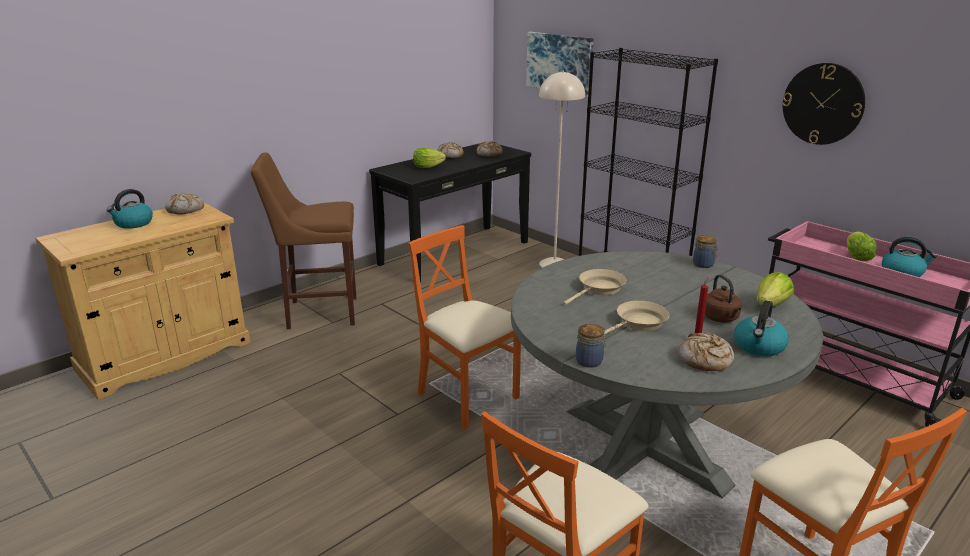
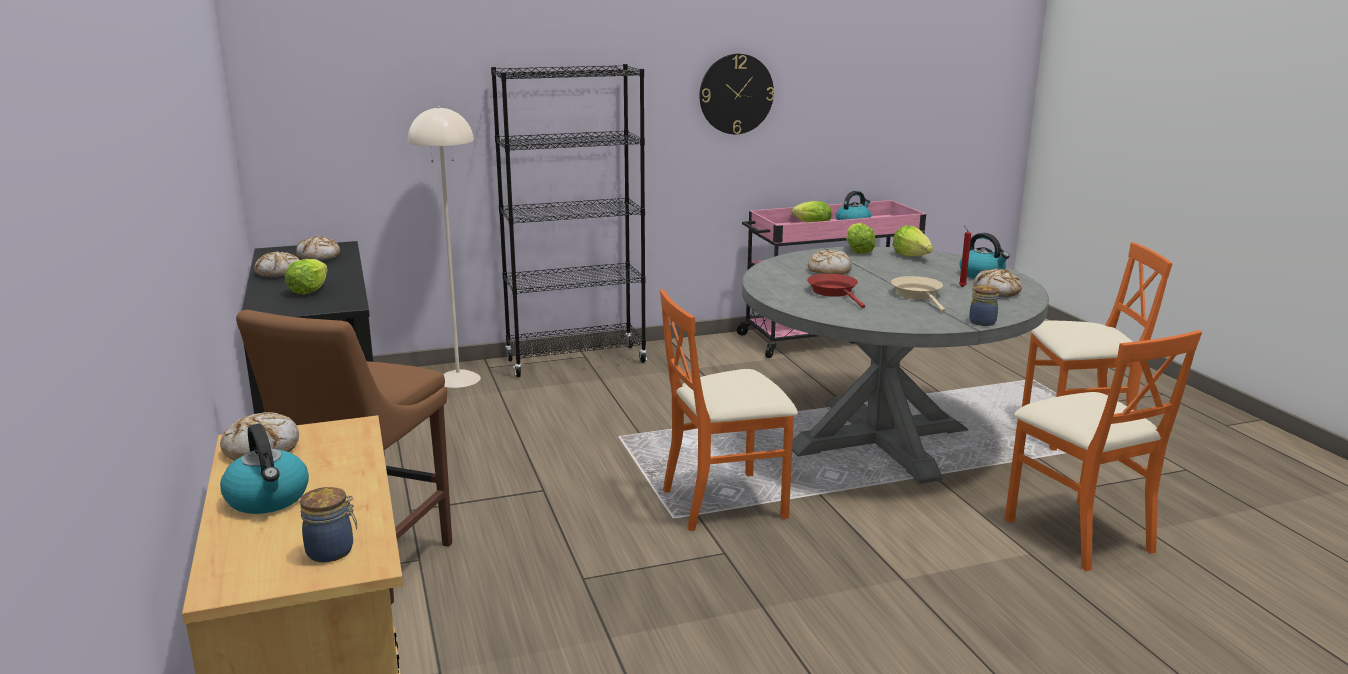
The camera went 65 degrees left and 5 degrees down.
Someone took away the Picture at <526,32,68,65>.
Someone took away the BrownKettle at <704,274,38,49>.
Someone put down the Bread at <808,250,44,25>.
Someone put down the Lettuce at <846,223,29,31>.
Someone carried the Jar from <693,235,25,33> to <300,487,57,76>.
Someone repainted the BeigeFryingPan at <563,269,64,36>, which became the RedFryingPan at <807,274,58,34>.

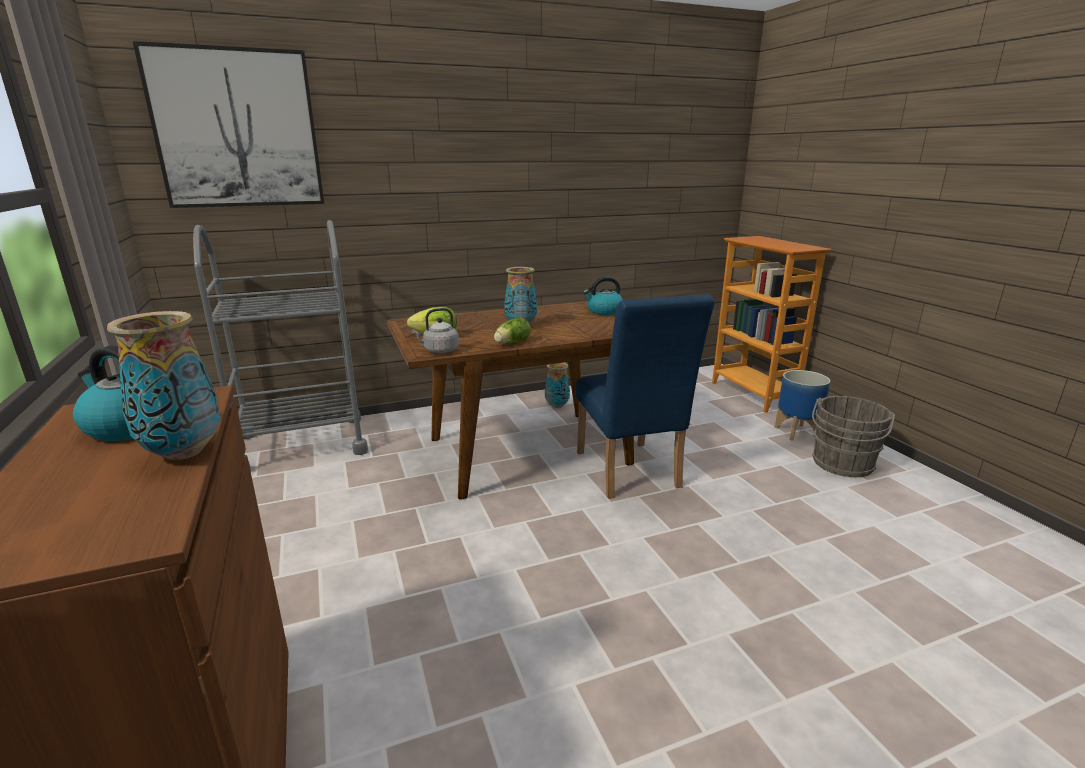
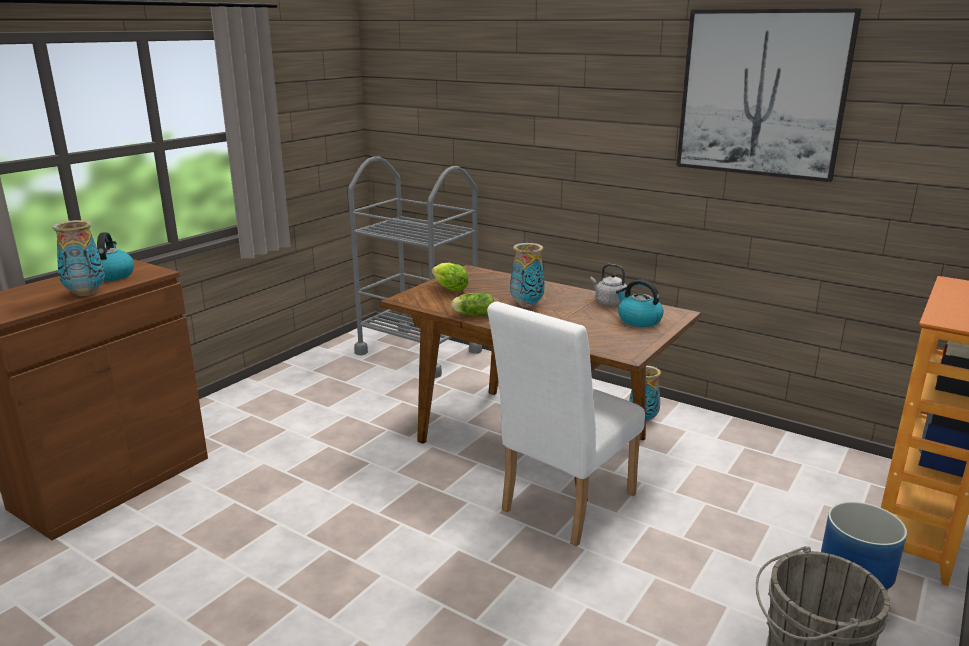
The camera went 55 degrees right and 0 degrees up.
Someone carried the Picture from <133,41,191,167> to <676,8,185,174>.
Someone carried the GreyKettle from <412,308,47,45> to <590,264,37,41>.
Someone repainted the BlueChair at <576,294,138,205>, which became the WhiteChair at <487,301,158,245>.

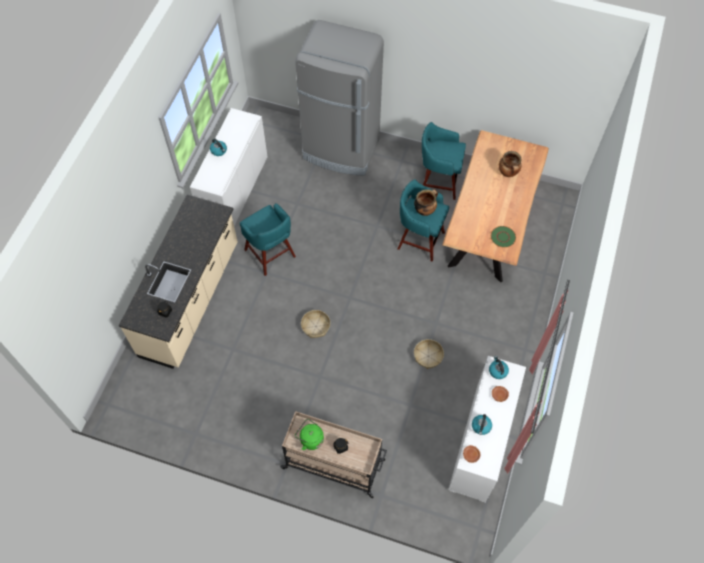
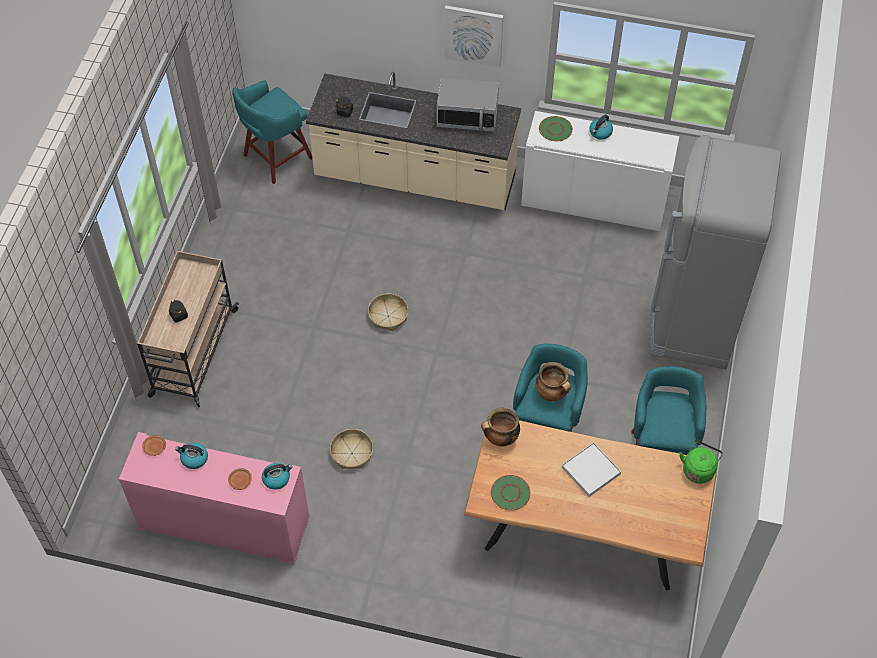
The camera went 85 degrees right and 5 degrees down.
Someone put down the Microwave at <437,78,62,54>.
Someone put up the Picture at <444,6,60,62>.
Someone put down the GreenPlate at <539,116,34,25>.
Someone put down the WhiteTray at <562,442,59,55>.
Someone carried the TurquoiseStool from <240,203,56,73> to <233,80,79,104>.
Someone carried the GreenKettle from <295,419,29,31> to <679,440,44,44>.
Someone carried the CookingPot from <499,151,23,26> to <481,408,39,38>.
Someone repainted the WhiteCabinet at <448,356,78,146>, which became the PinkCabinet at <119,432,190,132>.

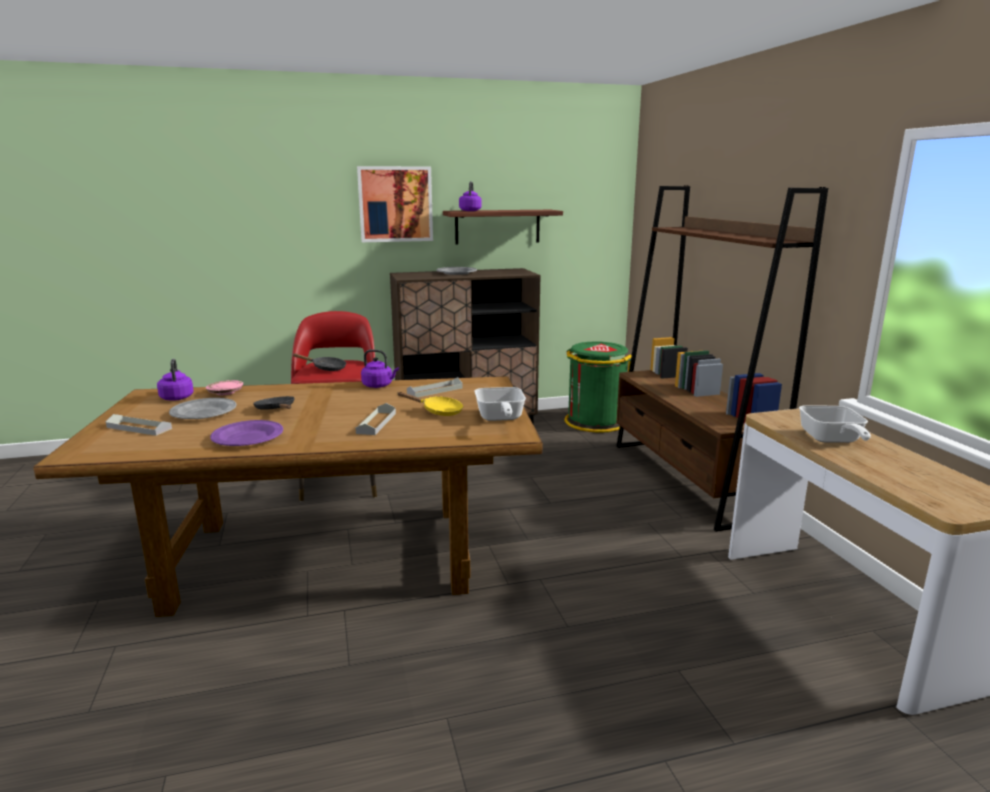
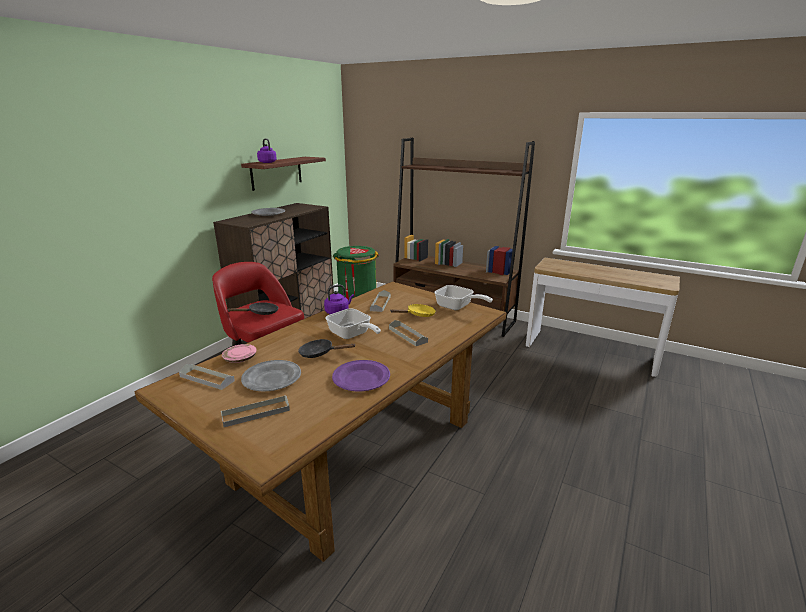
The camera went 45 degrees left and 5 degrees up.
Someone took away the Picture at <357,166,76,76>.
Someone carried the FryingPan from <799,405,72,38> to <325,308,56,31>.
Someone swapped the PurpleKettle at <157,359,37,42> for the GreyTray at <179,364,56,26>.

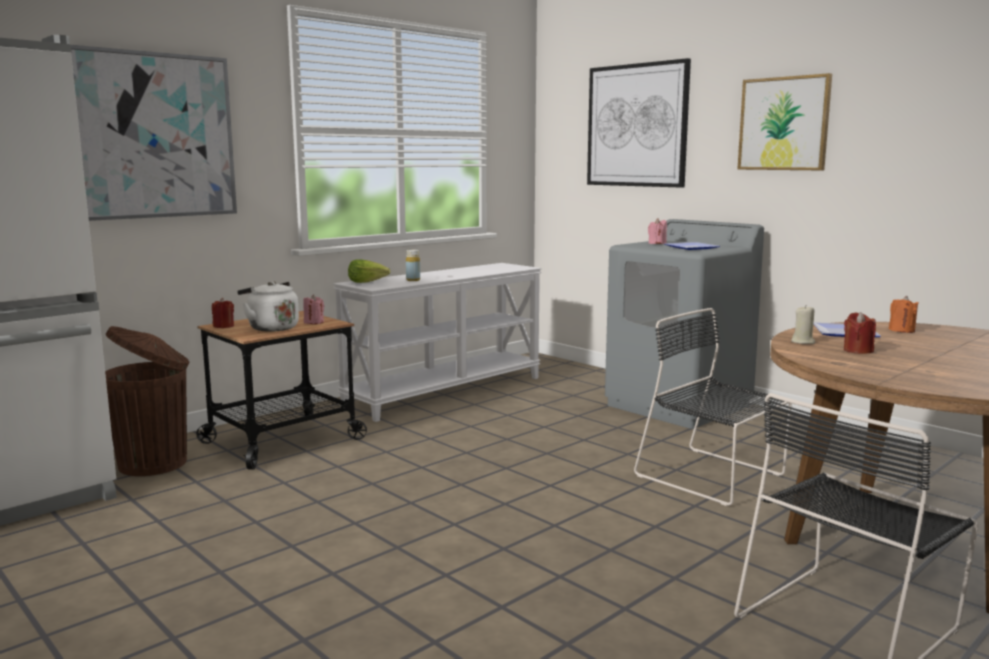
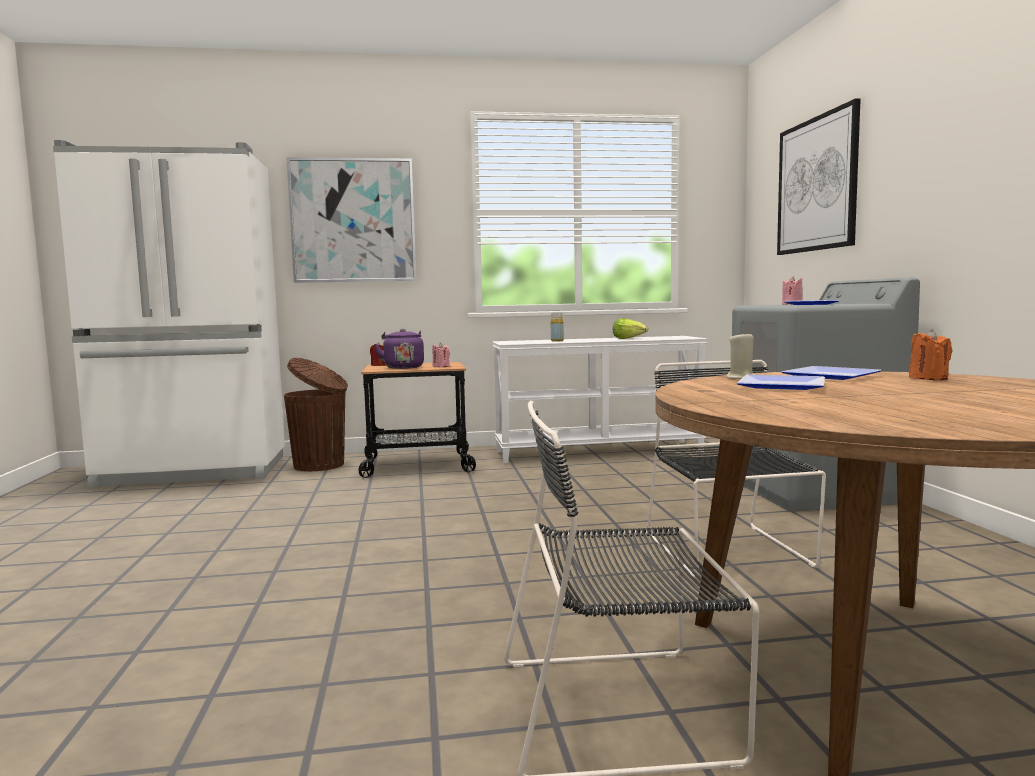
The camera went 35 degrees right and 5 degrees down.
Someone took away the Picture at <737,73,95,97>.
Someone carried the Lettuce from <348,259,42,24> to <613,318,35,21>.
Someone swapped the RedCandle at <844,312,32,42> for the Plate at <737,375,88,15>.
Someone repainted the WhiteKettle at <237,281,62,51>, which became the PurpleKettle at <374,329,50,40>.

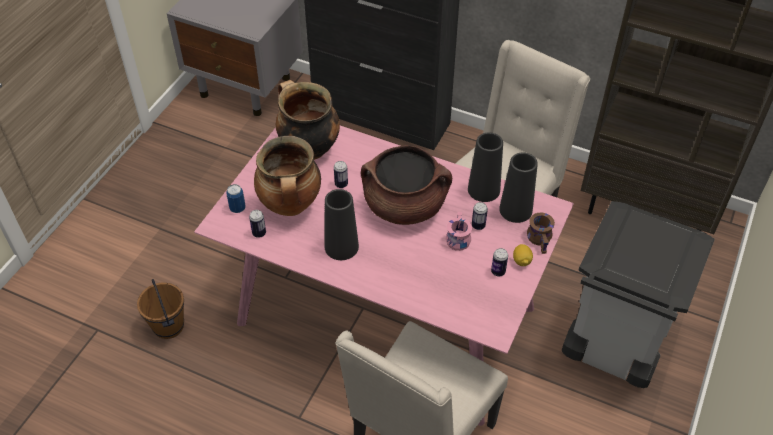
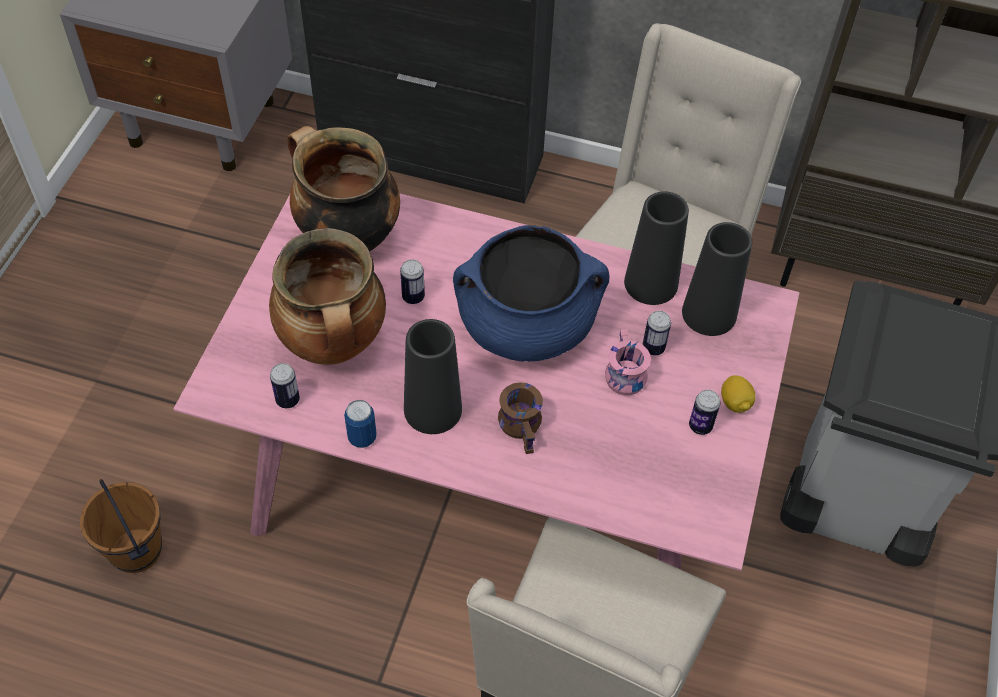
The camera went 10 degrees left and 5 degrees up.
Someone carried the Can from <227,184,19,29> to <344,400,33,48>.
Someone carried the BrownMug from <527,213,28,41> to <498,382,45,72>.
Someone repainted the BrownCookingPot at <361,145,91,80>, which became the BlueCookingPot at <453,225,157,137>.

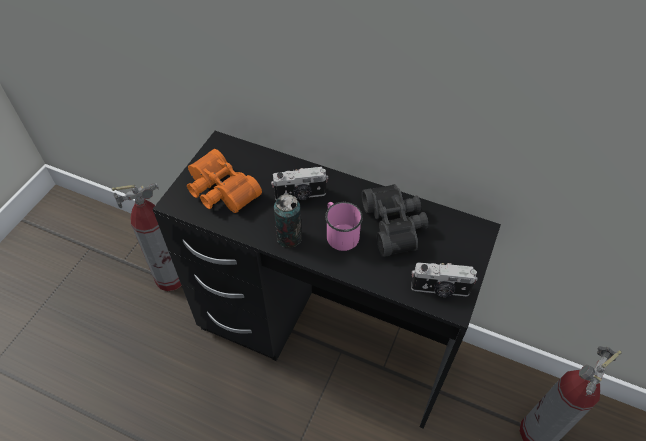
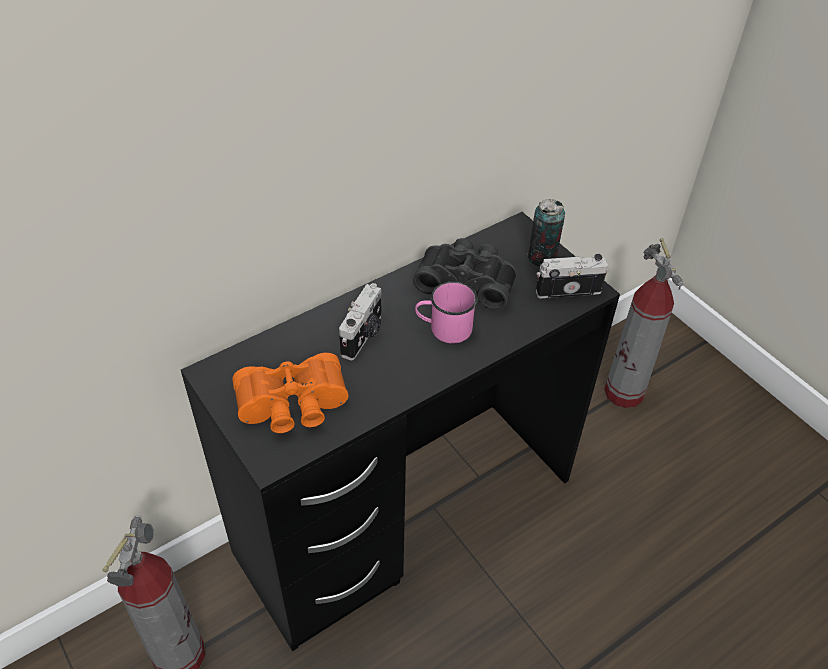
The camera went 60 degrees left and 5 degrees down.
Someone carried the Can from <274,194,28,54> to <527,199,38,68>.
Someone rotated the PhotoCamera at <411,262,66,36> by 135 degrees counterclockwise.

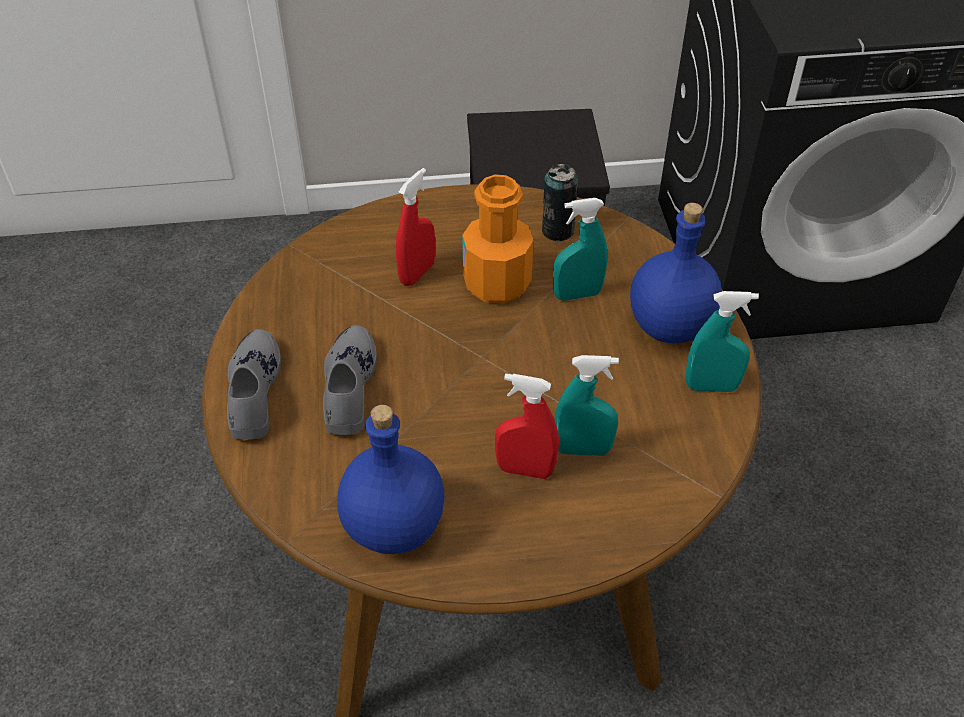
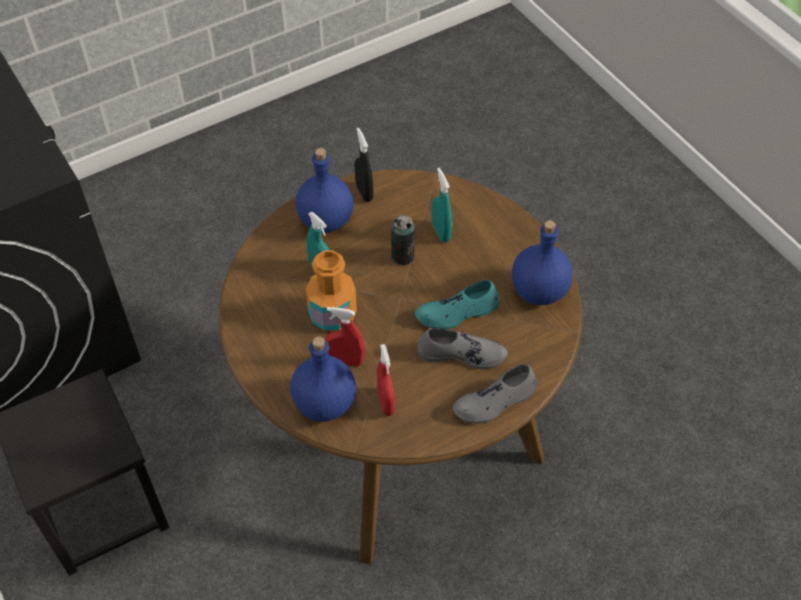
The camera went 115 degrees left and 5 degrees up.
Someone put down the BlueBottle at <290,336,66,86>.
Someone put down the TurquoiseShoe at <415,280,84,50>.
Someone carried the RedSprayBottle from <495,373,64,106> to <377,344,18,72>.
Someone carried the Can from <542,164,36,77> to <391,215,24,50>.
Someone repainted the TurquoiseSprayBottle at <685,291,74,101>, which became the BlackSprayBottle at <355,128,18,74>.
Someone rotated the GreyShoe at <323,325,54,110> by 150 degrees counterclockwise.

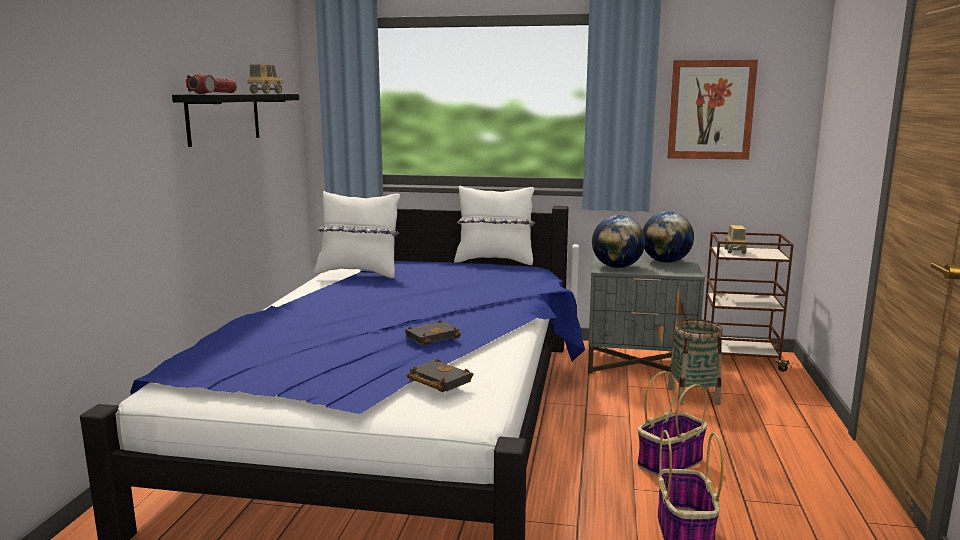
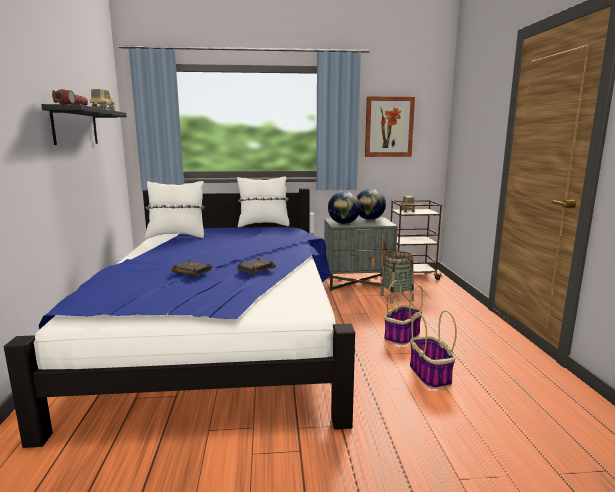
The camera went 15 degrees left and 0 degrees up.
Someone carried the BlackBook from <407,359,66,33> to <171,260,41,16>.

